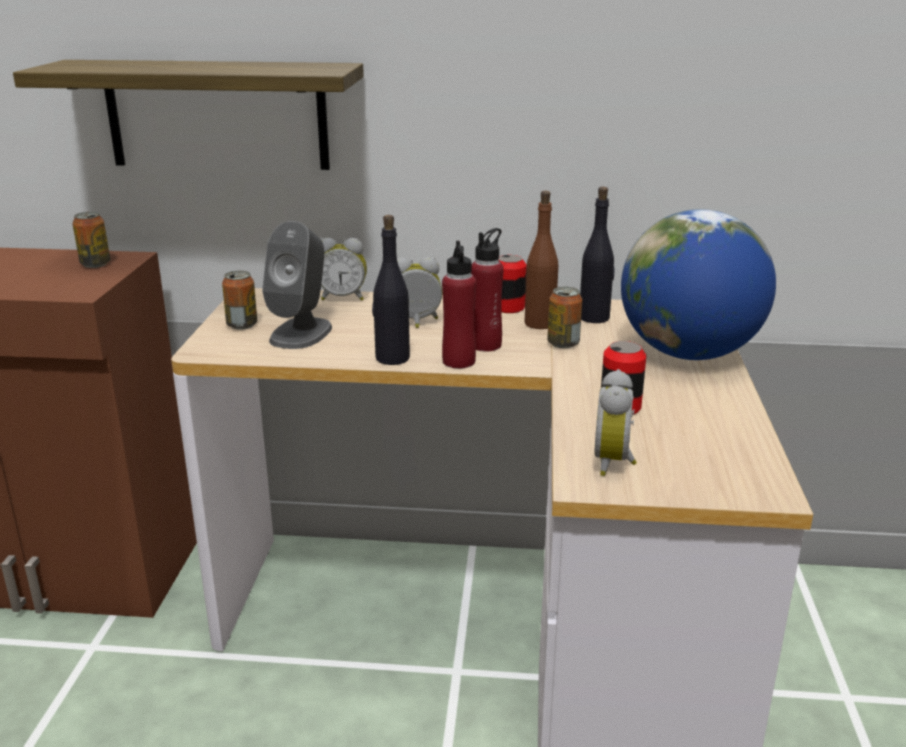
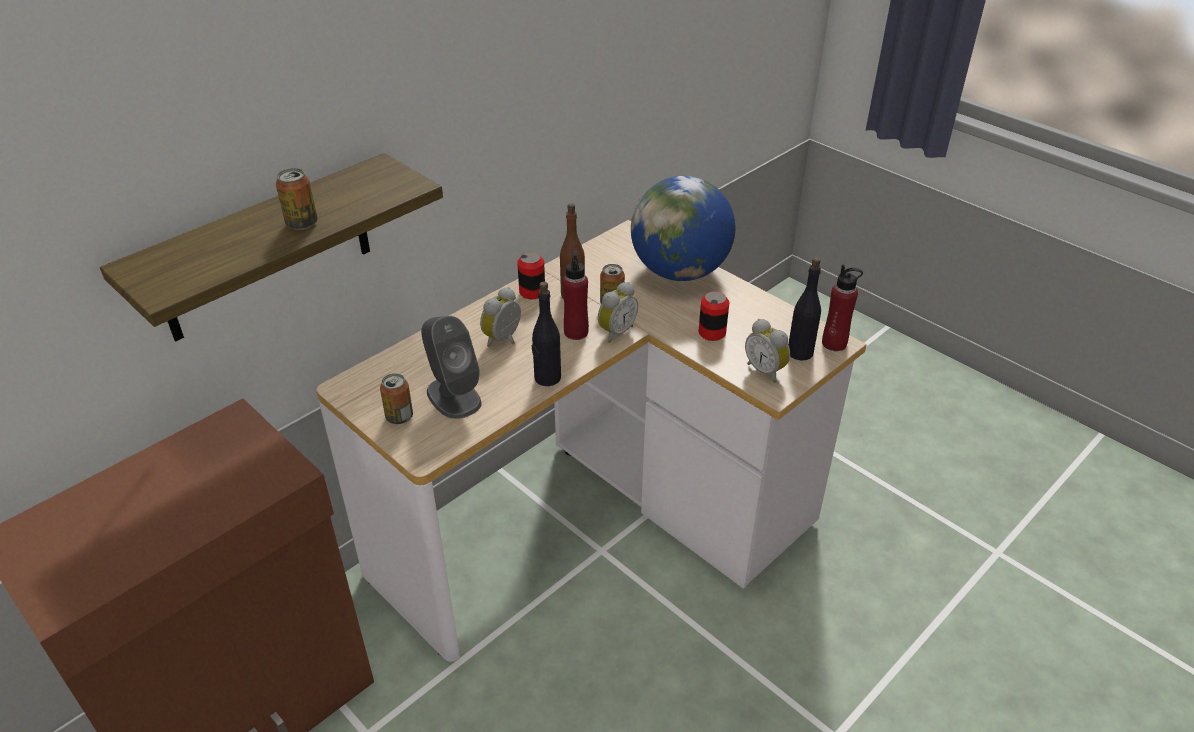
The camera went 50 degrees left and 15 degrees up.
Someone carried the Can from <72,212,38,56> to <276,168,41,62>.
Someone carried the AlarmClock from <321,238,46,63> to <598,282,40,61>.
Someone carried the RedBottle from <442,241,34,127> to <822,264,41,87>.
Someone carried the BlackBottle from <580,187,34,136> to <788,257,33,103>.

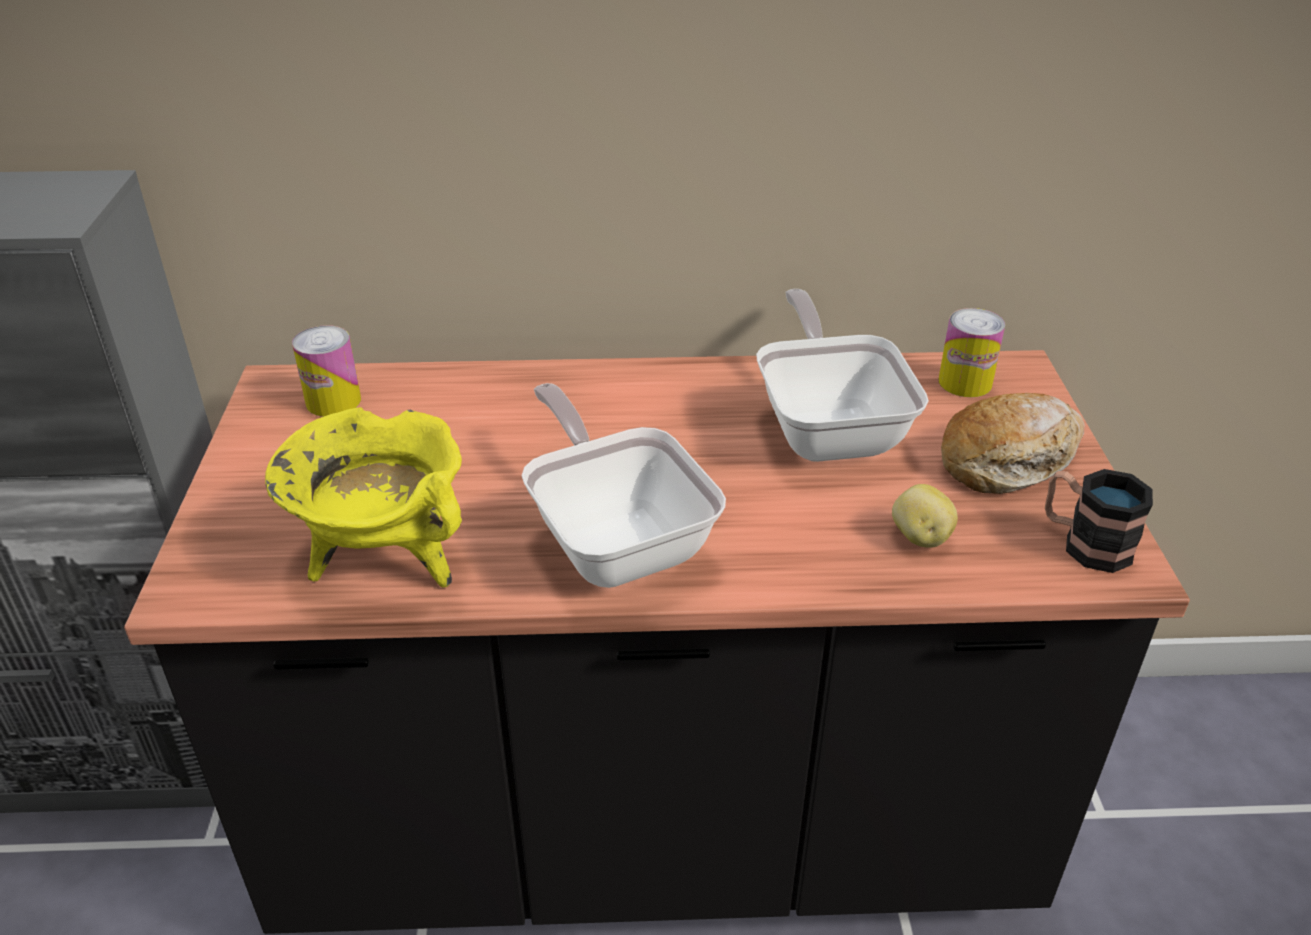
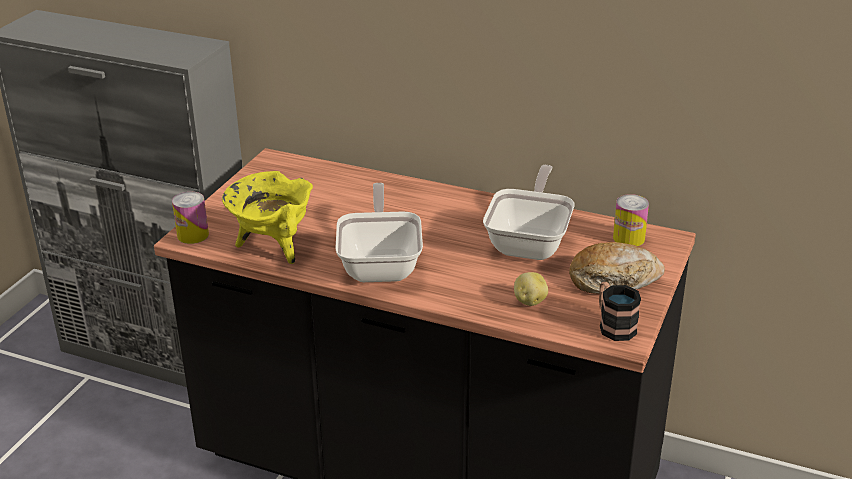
The camera went 25 degrees right and 5 degrees down.
Someone carried the Can from <292,325,69,92> to <172,192,37,52>.

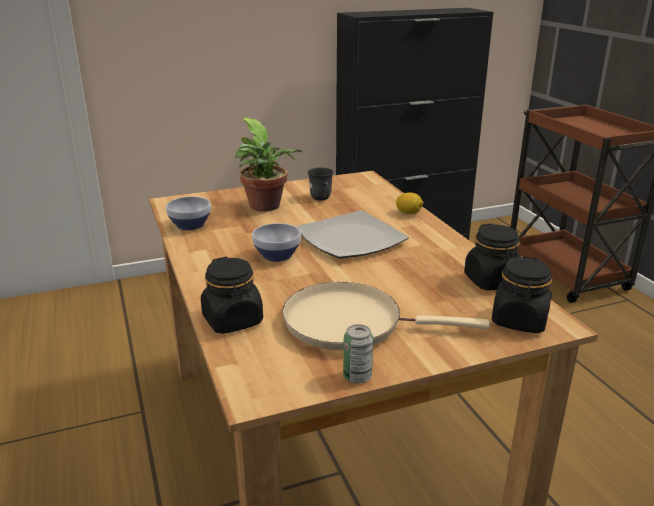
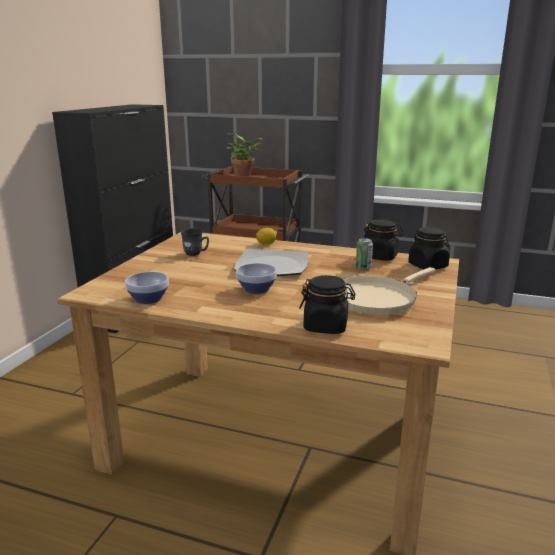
The camera went 50 degrees left and 5 degrees down.
Someone carried the PottedPlant from <235,117,67,95> to <226,133,36,44>.
Someone carried the Can from <343,324,30,60> to <356,238,17,32>.

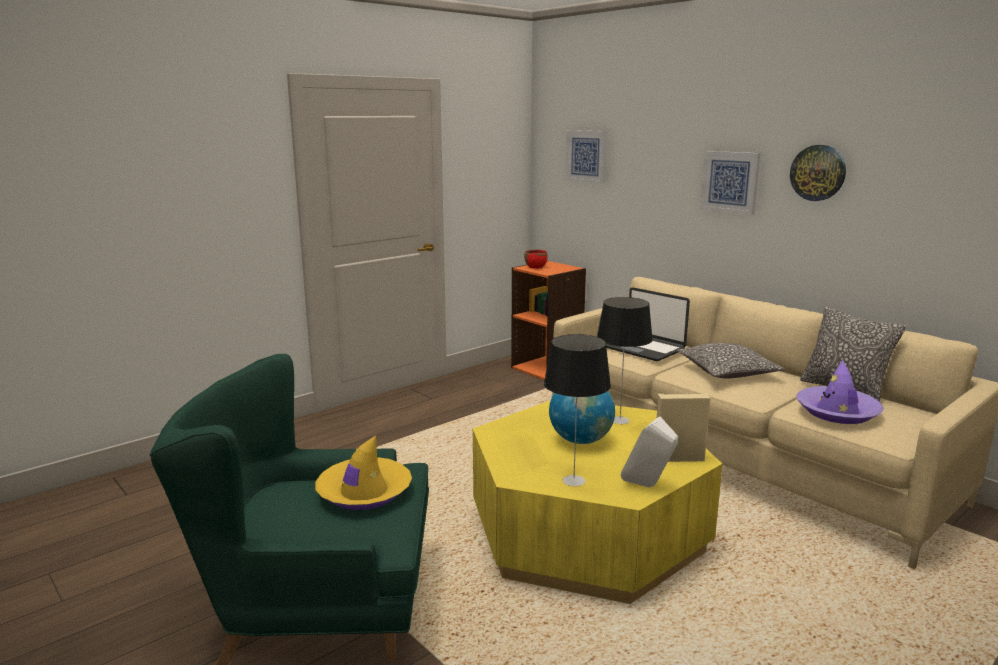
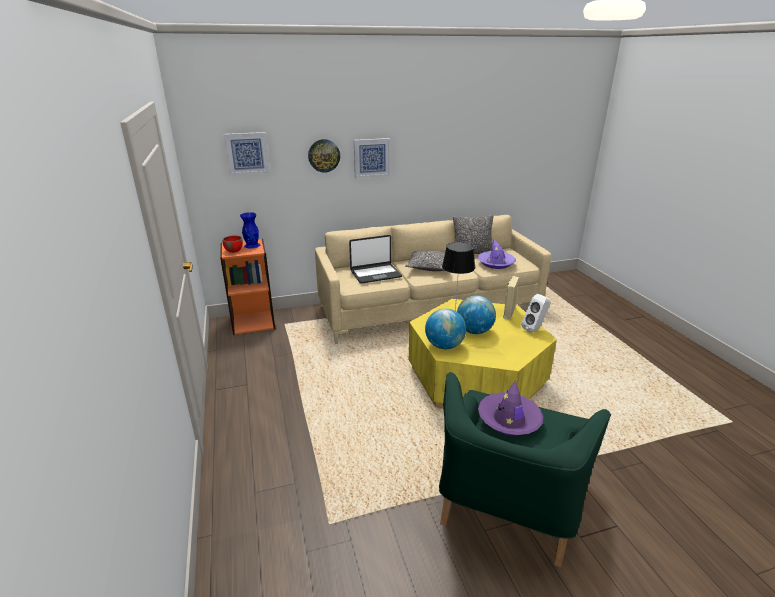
The camera went 65 degrees left and 10 degrees up.
Someone took away the TableLamp at <544,334,67,152>.
Someone put down the BlueVase at <240,212,20,36>.
Someone put down the Globe at <425,309,41,40>.
Someone carried the WallClock from <790,145,56,56> to <308,139,32,34>.
Someone repainted the YellowHat at <315,435,97,75>, which became the PurpleHat at <478,381,65,55>.

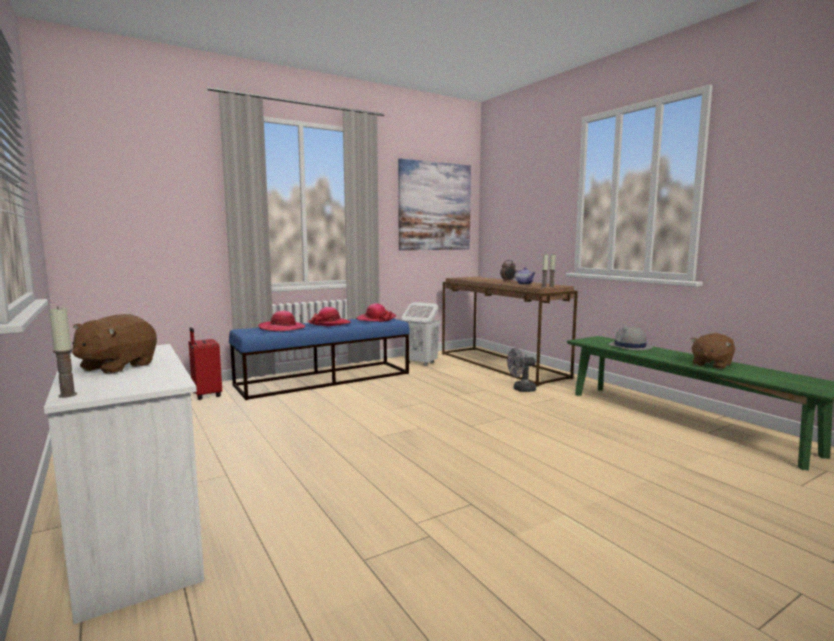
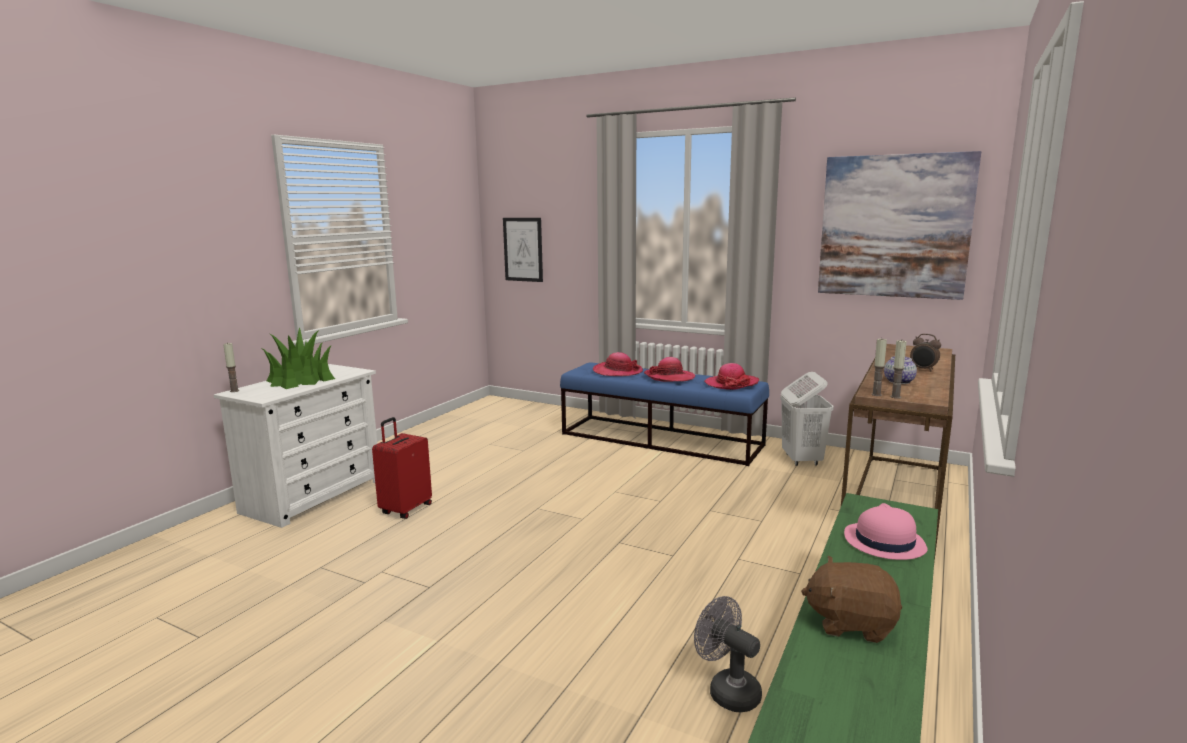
The camera went 60 degrees right and 5 degrees up.
Someone put up the Picture at <503,218,40,64>.
Someone carried the RedSuitcase from <189,327,33,73> to <372,417,60,102>.
Someone carried the GreyFan from <507,348,29,44> to <694,596,68,116>.
Someone swapped the BrownPlushToy at <72,314,85,60> for the PottedPlant at <263,327,72,62>.
Someone repainted the GreyHat at <608,327,45,23>, which became the PinkHat at <844,503,84,57>.

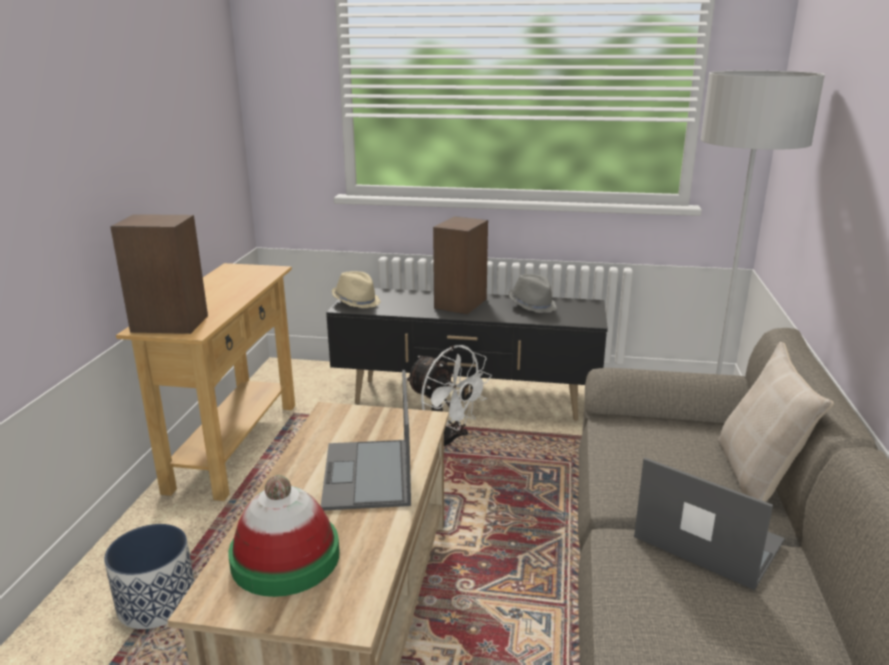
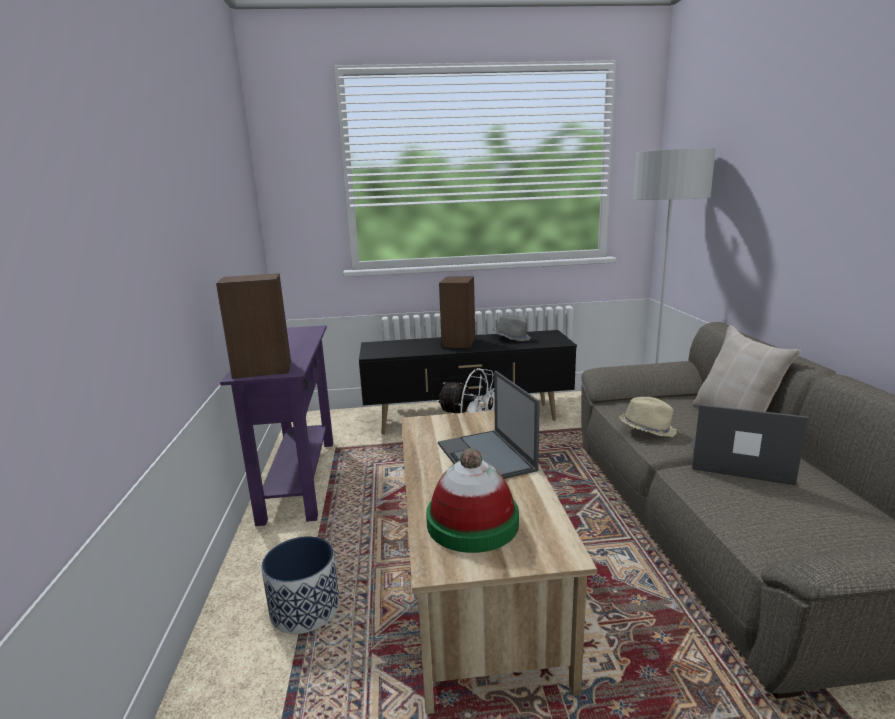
The camera went 15 degrees left and 5 degrees down.
Someone carried the BeigeHat from <332,271,49,37> to <619,397,58,40>.
Someone repainted the BeigeConsoleTable at <116,263,179,238>, which became the PurpleConsoleTable at <220,325,113,201>.

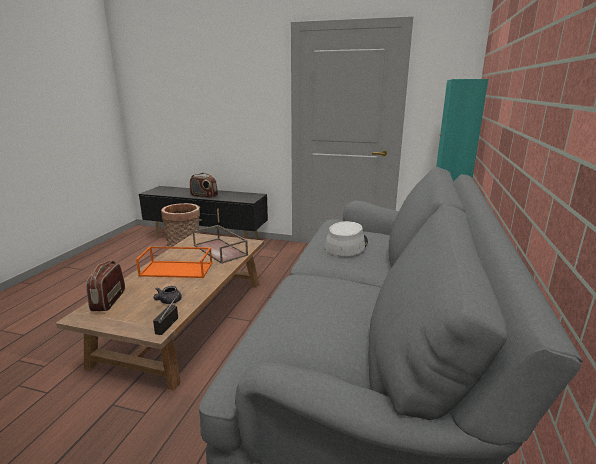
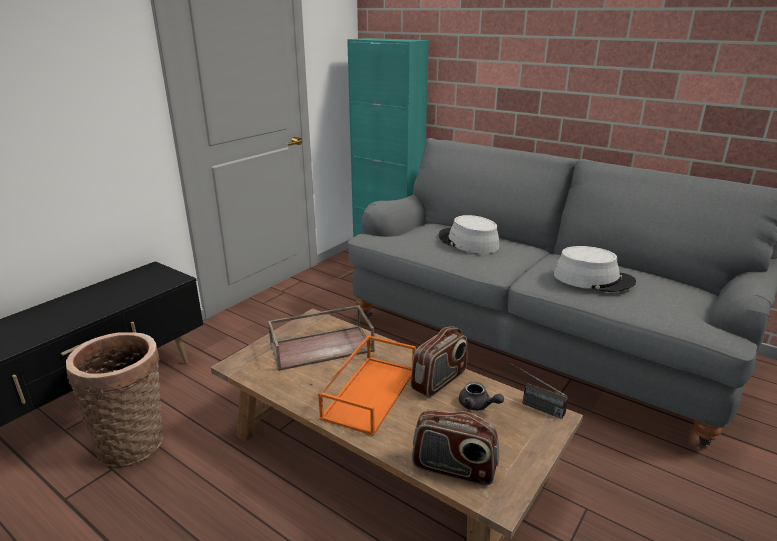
The camera went 70 degrees left and 5 degrees up.
Someone put down the GreyHat at <554,246,82,46>.
Someone carried the Radio from <190,173,28,25> to <411,326,56,71>.

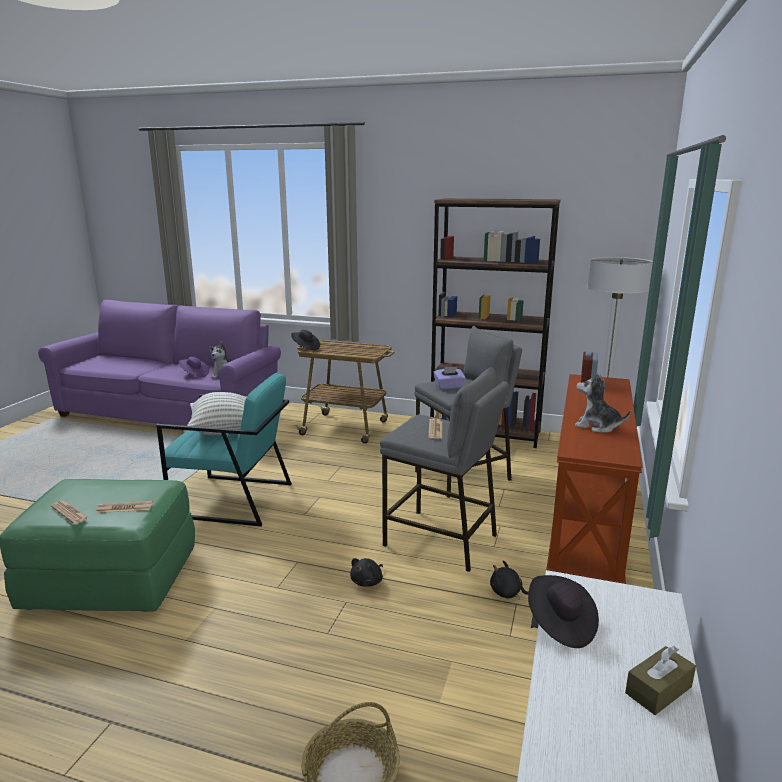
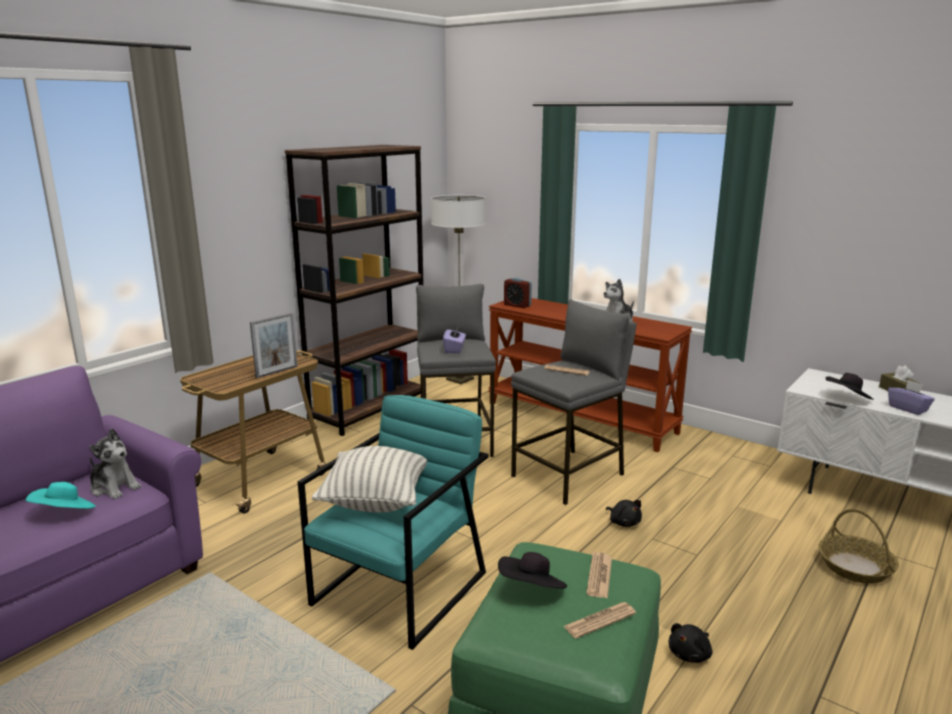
The camera went 70 degrees left and 0 degrees up.
Someone put down the PictureFrame at <250,312,48,66>.
Someone put down the PurpleTissueBox at <888,380,47,35>.
Someone carried the BlackHat from <291,330,29,21> to <498,552,69,37>.
Someone carried the BlackPlushToy from <490,560,39,40> to <668,623,45,40>.
Someone repainted the PurpleHat at <179,357,30,20>, which became the TurquoiseHat at <26,482,70,27>.

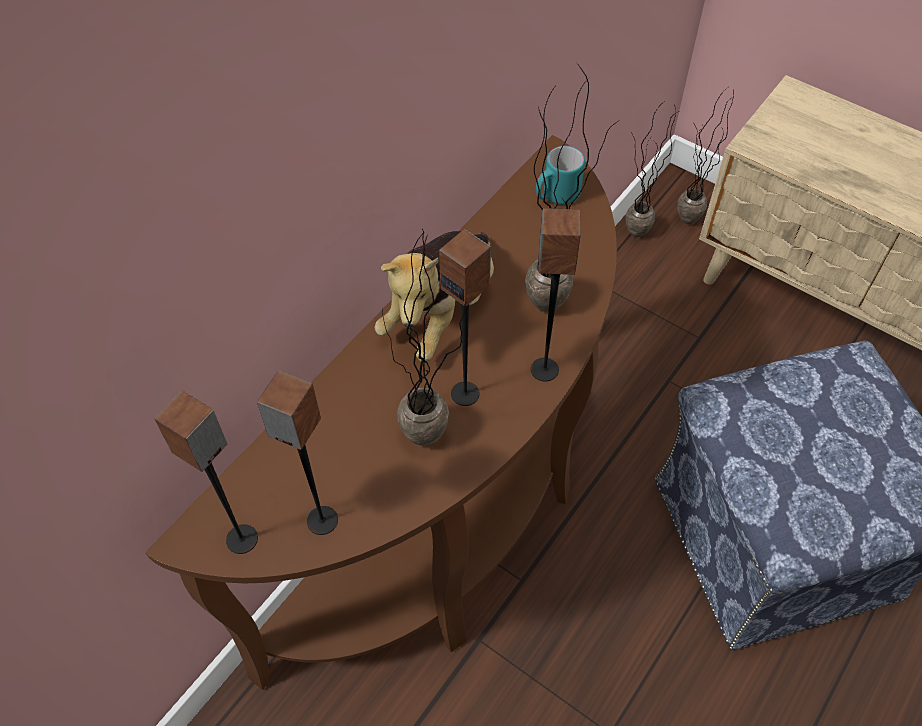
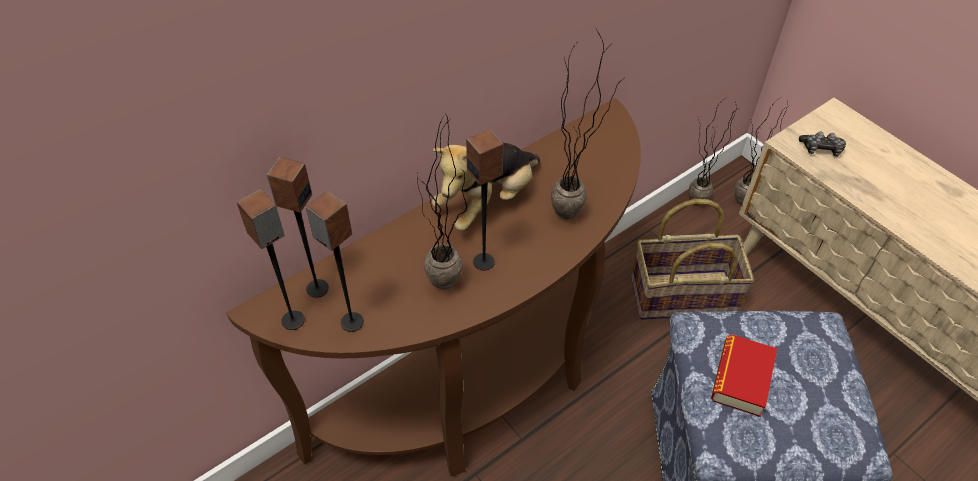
The camera went 15 degrees right and 5 degrees down.
Someone took away the TurquoiseMug at <536,146,49,59>.
Someone put down the Basket at <631,199,123,121>.
Someone put down the Book at <711,334,66,83>.
Someone put down the GameController at <799,132,47,25>.
Someone carried the Speaker from <531,208,50,173> to <267,157,62,141>.

